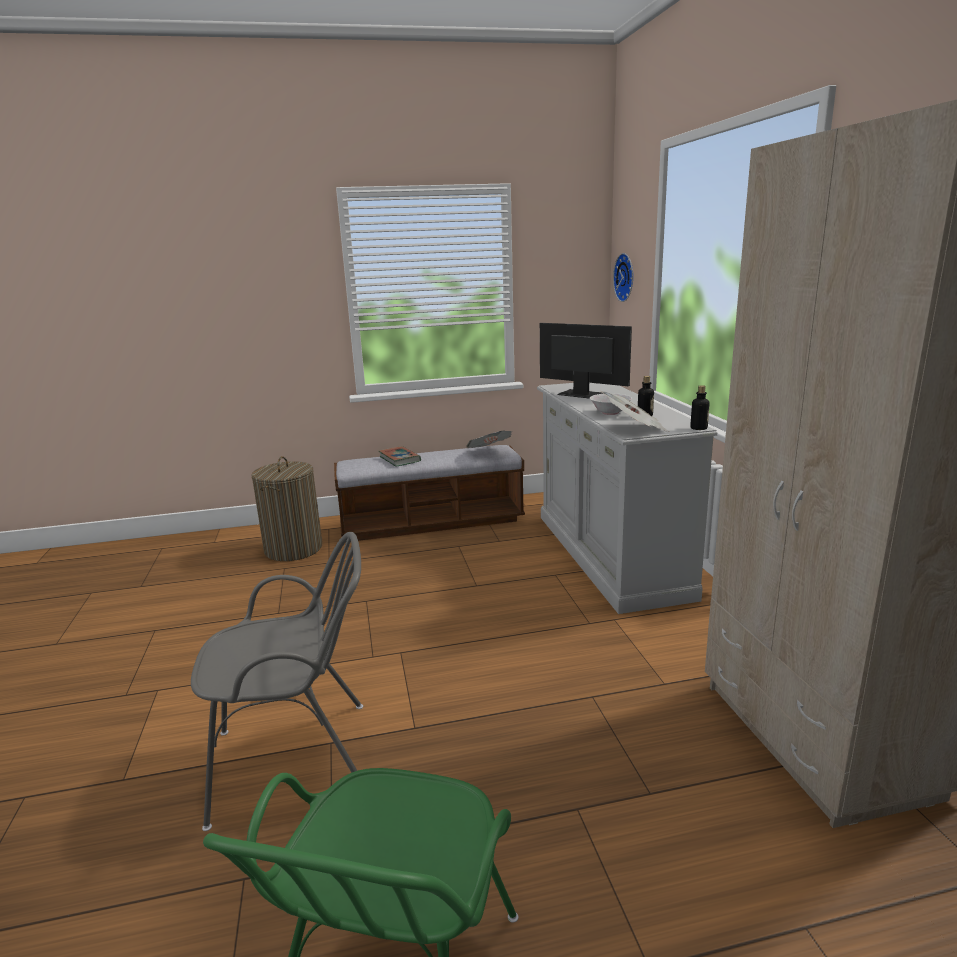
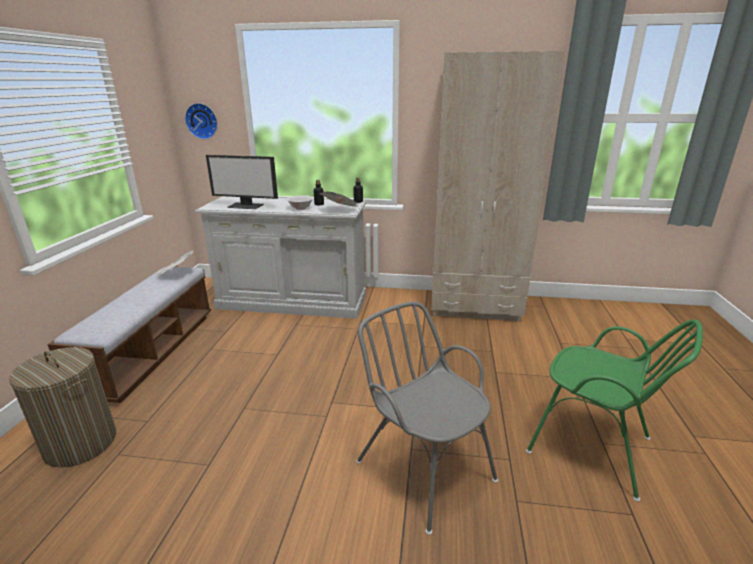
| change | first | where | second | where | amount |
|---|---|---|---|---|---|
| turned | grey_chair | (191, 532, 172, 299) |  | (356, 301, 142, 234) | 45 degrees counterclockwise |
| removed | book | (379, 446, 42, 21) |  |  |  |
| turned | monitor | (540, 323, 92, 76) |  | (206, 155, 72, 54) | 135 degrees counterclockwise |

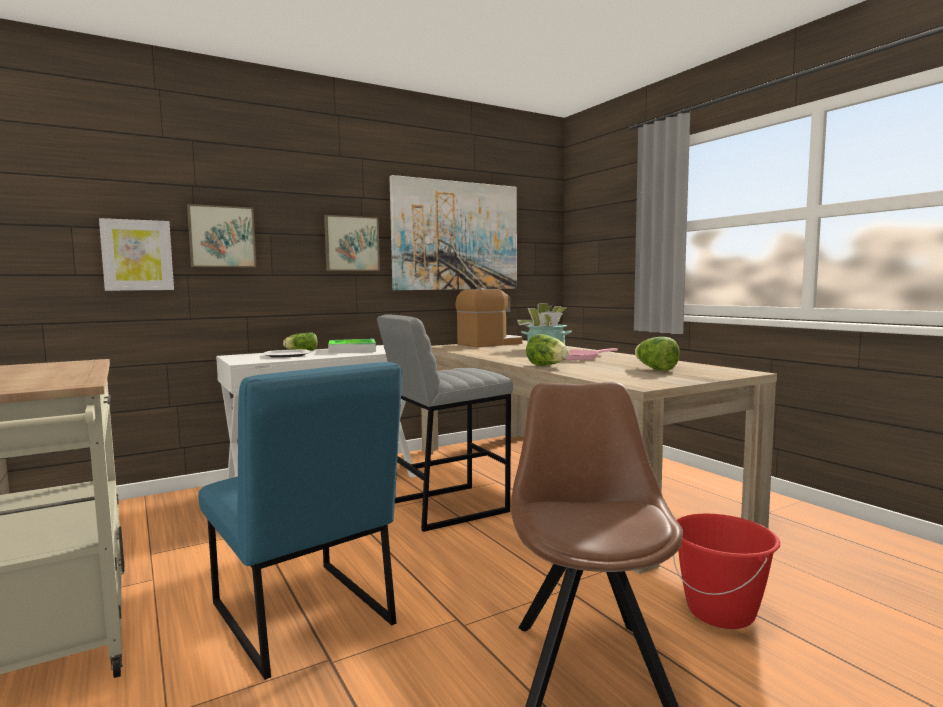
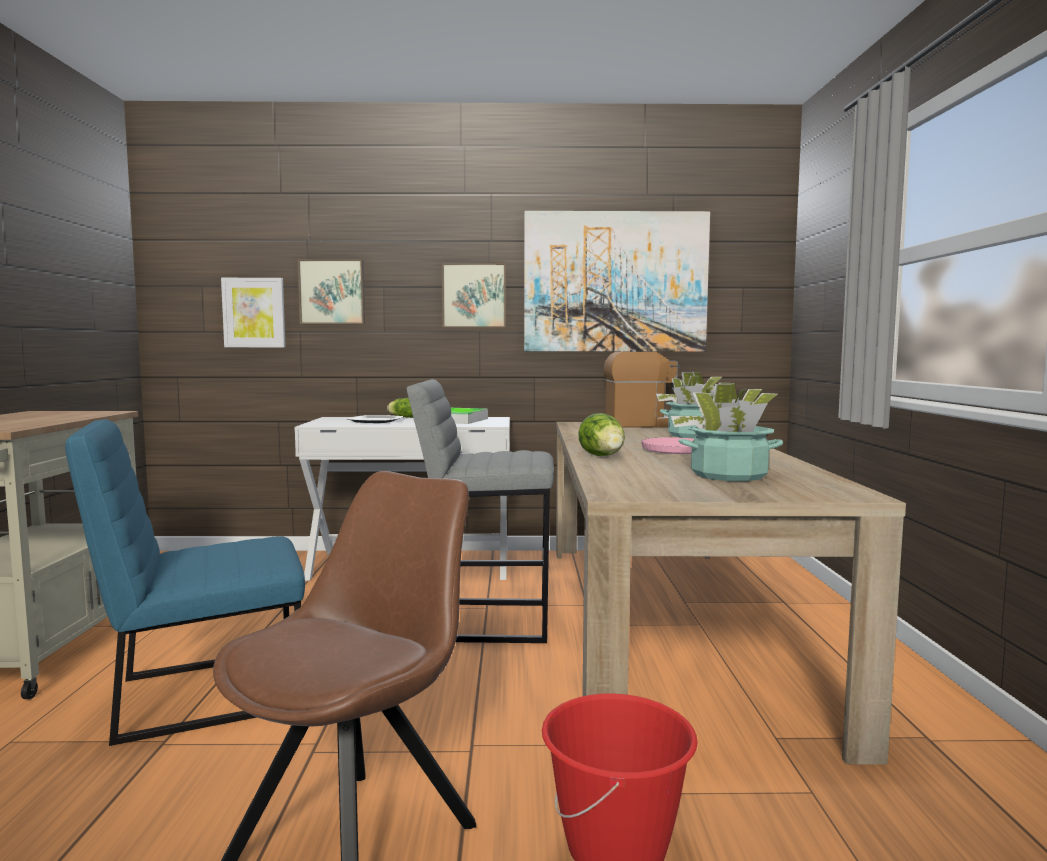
| change | first | where | second | where | amount |
|---|---|---|---|---|---|
| turned | blue_chair | (198, 362, 204, 318) |  | (65, 419, 240, 327) | 75 degrees clockwise |
| replaced | lettuce | (635, 337, 45, 34) | potted_plant | (671, 383, 112, 98) |  |

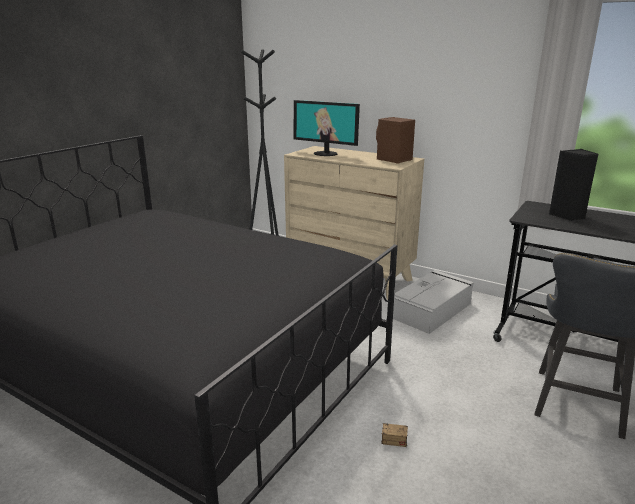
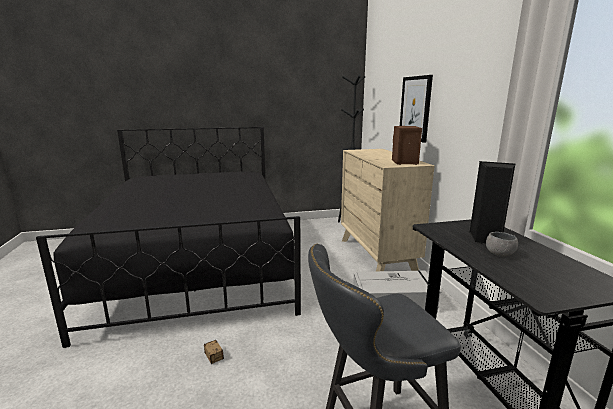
| change | first | where | second | where | amount |
|---|---|---|---|---|---|
| removed | monitor | (294, 100, 66, 56) |  |  |  |
| added |  |  | picture | (400, 75, 33, 68) |  |
| added |  |  | grey_bowl | (486, 232, 32, 25) |  |

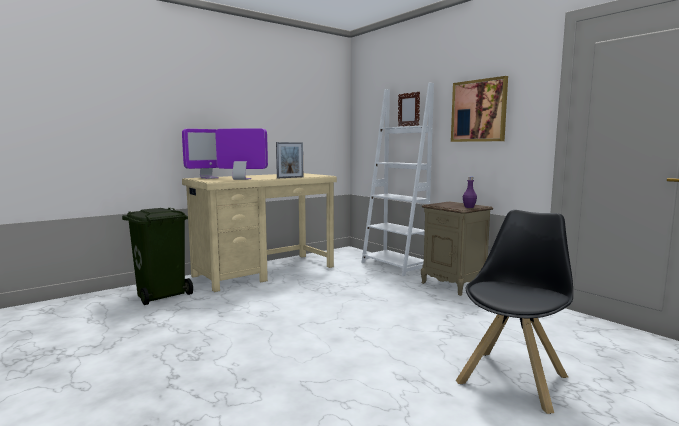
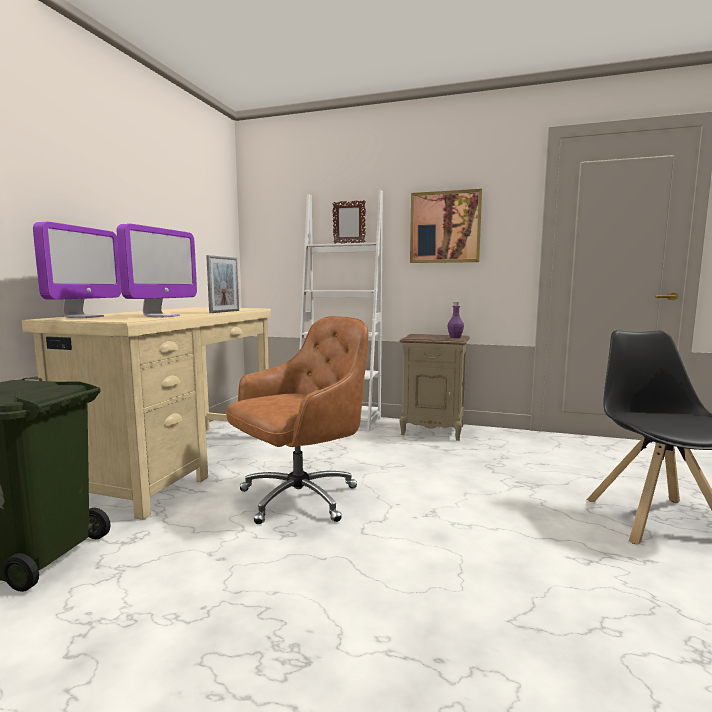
| change | first | where | second | where | amount |
|---|---|---|---|---|---|
| turned | monitor | (215, 128, 53, 52) |  | (117, 223, 80, 94) | 135 degrees clockwise |
| added |  |  | brown_office_chair | (226, 316, 142, 208) |  |

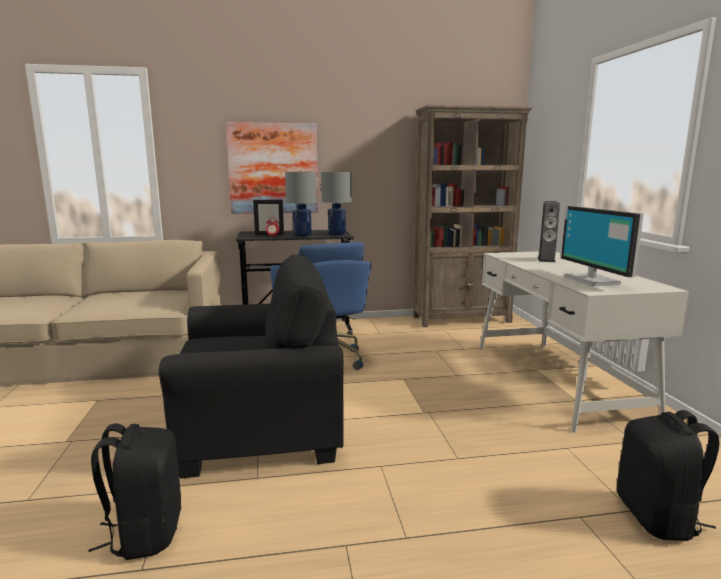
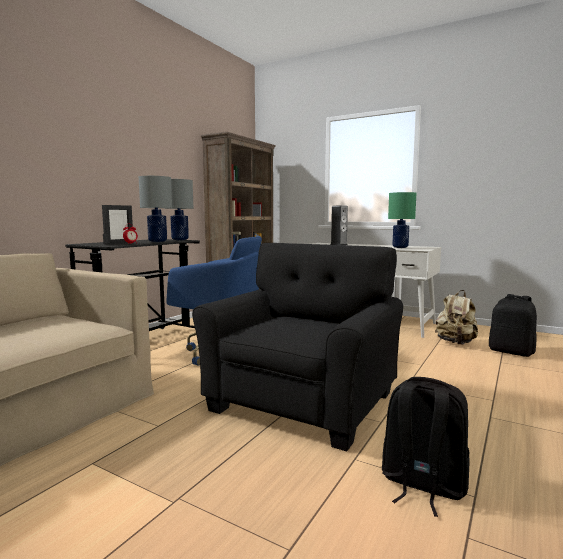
| change | first | where | second | where | amount |
|---|---|---|---|---|---|
| removed | picture | (226, 122, 92, 92) |  |  |  |
| replaced | monitor | (561, 206, 83, 80) | green_table_lamp | (388, 192, 28, 56) |  |
| added |  |  | beige_backpack | (435, 290, 43, 54) |  |

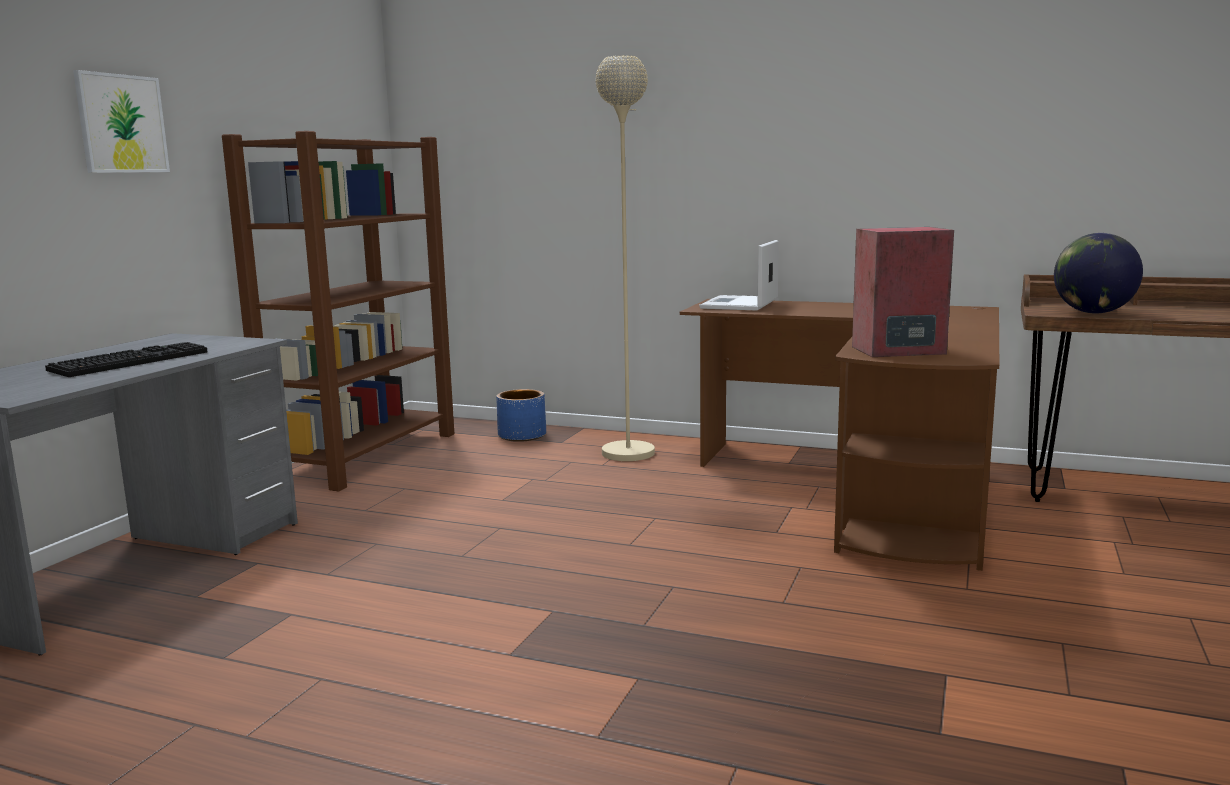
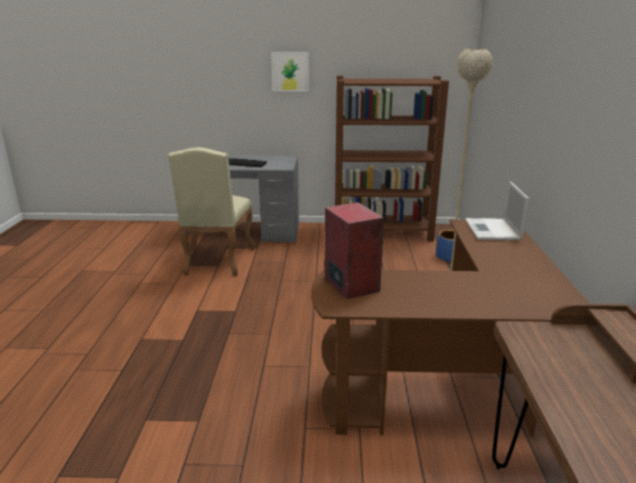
| change | first | where | second | where | amount |
|---|---|---|---|---|---|
| turned | laptop | (699, 240, 80, 71) |  | (465, 182, 64, 58) | 90 degrees counterclockwise |
| removed | globe | (1054, 233, 89, 80) |  |  |  |
| added |  |  | beige_chair | (168, 147, 86, 129) |  |

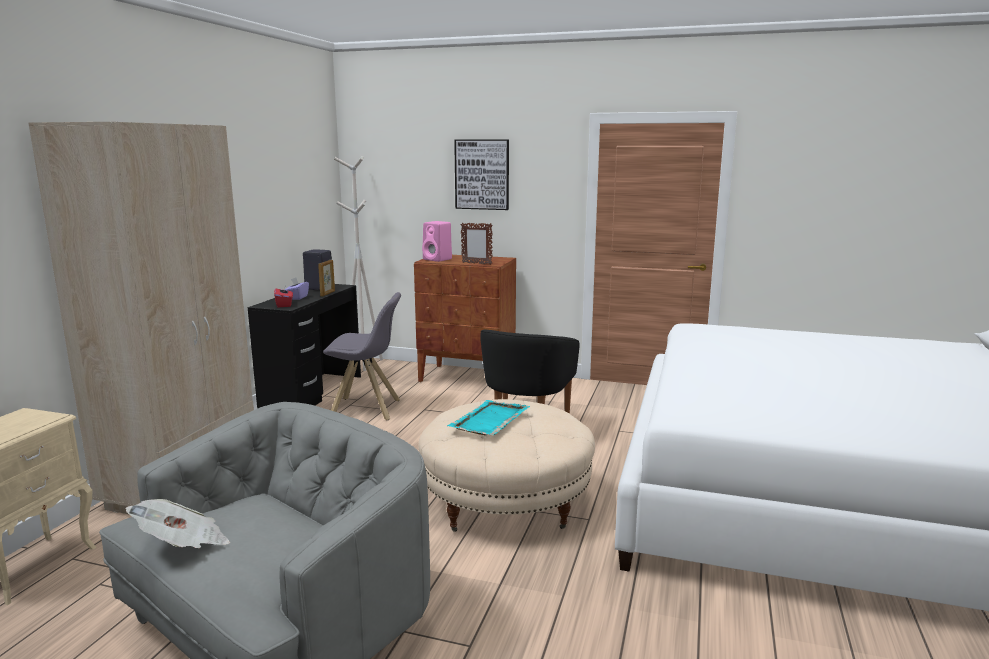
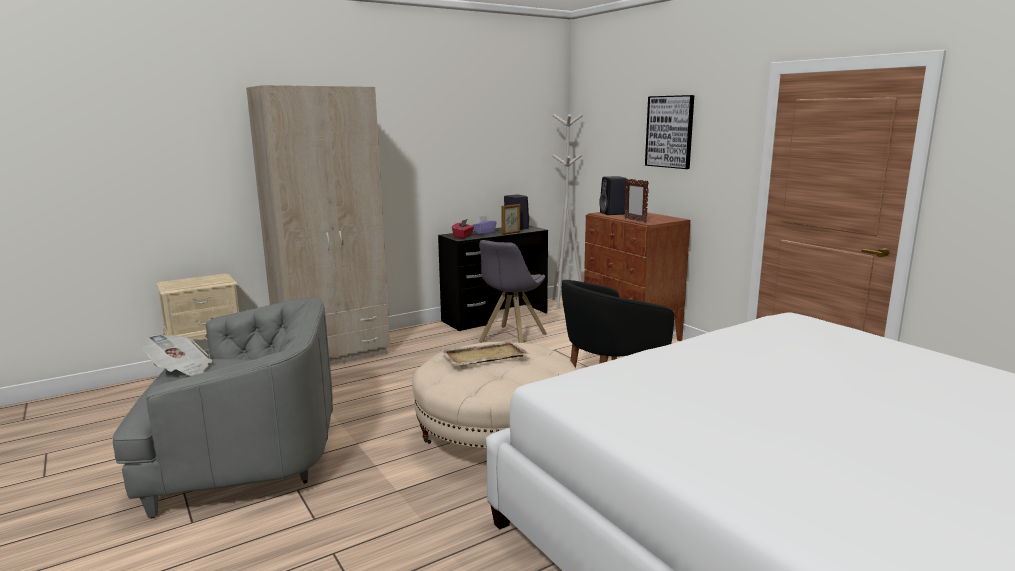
| change | first | where | second | where | amount |
|---|---|---|---|---|---|
| turned | grey_chair | (323, 292, 78, 128) |  | (479, 240, 68, 103) | 75 degrees clockwise |
| recoloured | pink_speaker | (422, 221, 30, 41) | black_speaker | (600, 176, 27, 39) |  |
| recoloured | turquoise_tray | (447, 400, 83, 35) | beige_tray | (441, 340, 88, 26) |  |

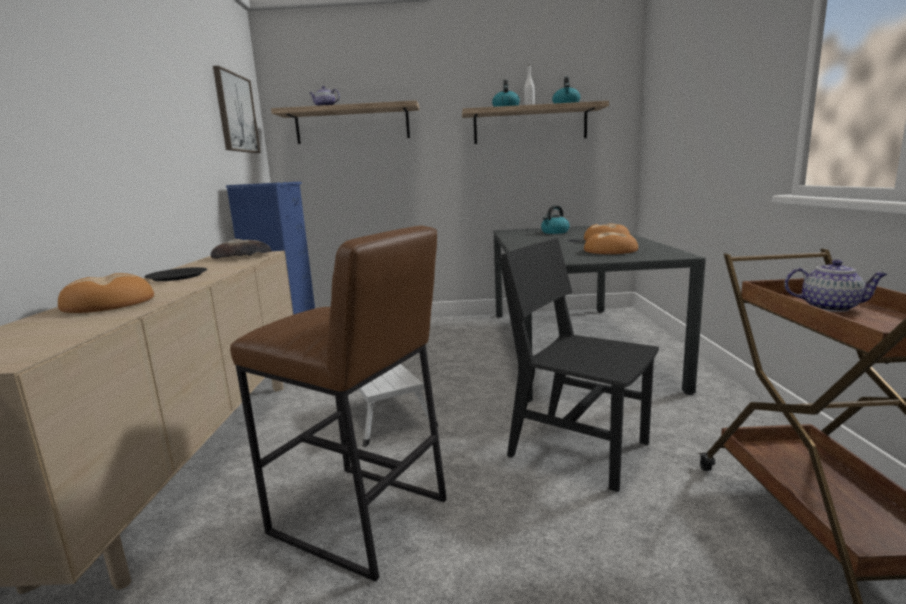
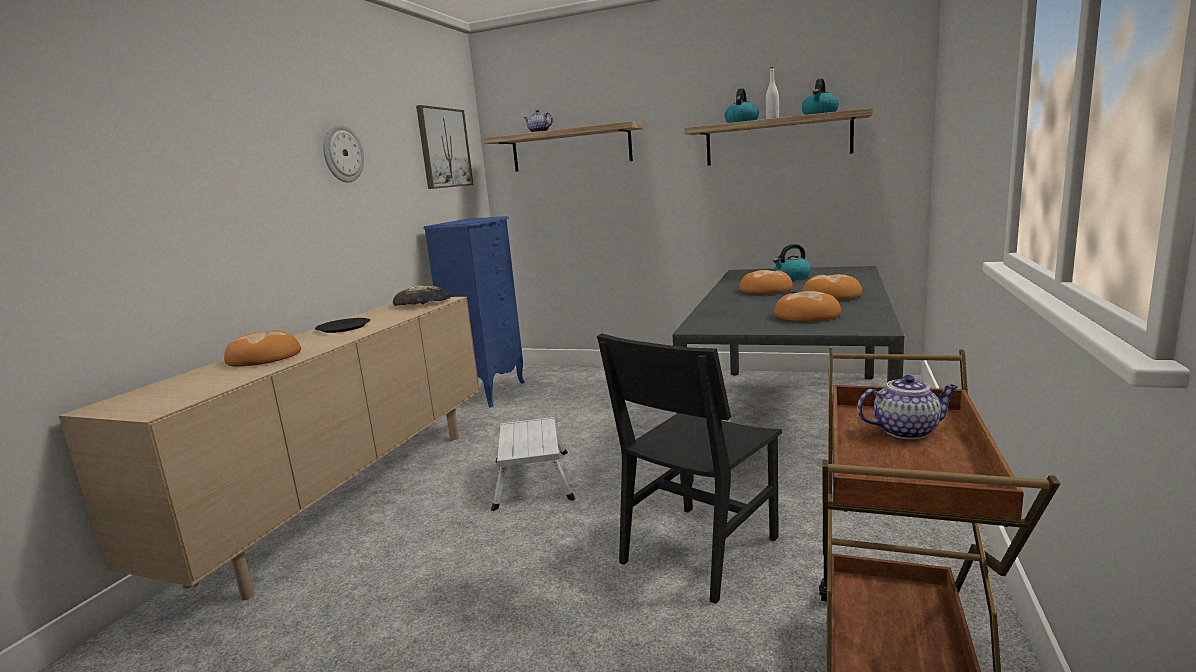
| change | first | where | second | where | amount |
|---|---|---|---|---|---|
| removed | brown_stool | (230, 226, 216, 356) |  |  |  |
| turned | black_chair | (499, 238, 160, 254) |  | (597, 333, 185, 271) | 105 degrees counterclockwise |
| turned | teapot | (784, 259, 104, 53) |  | (857, 375, 101, 64) | 45 degrees counterclockwise |
| added |  |  | wall_clock | (323, 124, 41, 59) |  |
| added |  |  | bread | (739, 270, 54, 24) |  |

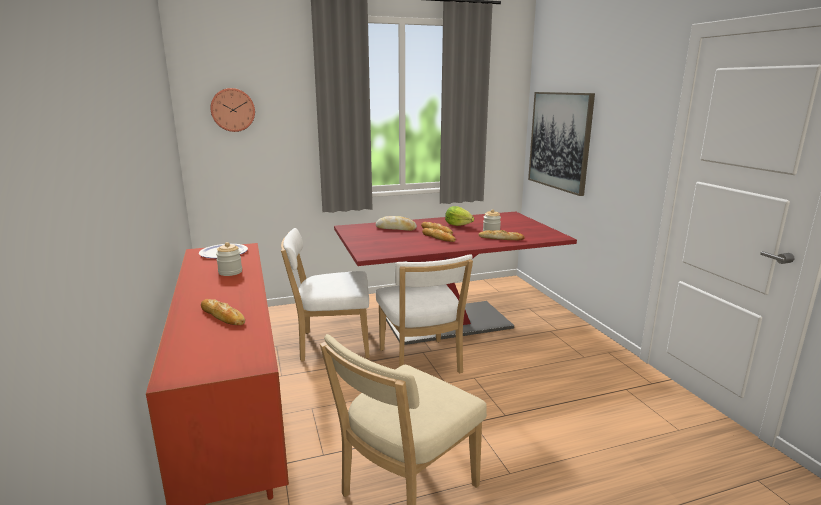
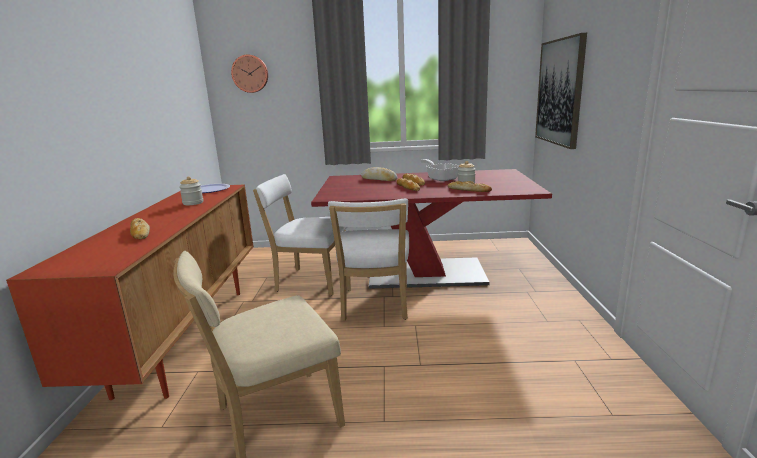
| change | first | where | second | where | amount |
|---|---|---|---|---|---|
| replaced | lettuce | (445, 206, 29, 20) | frying_pan | (421, 159, 38, 22) |  |

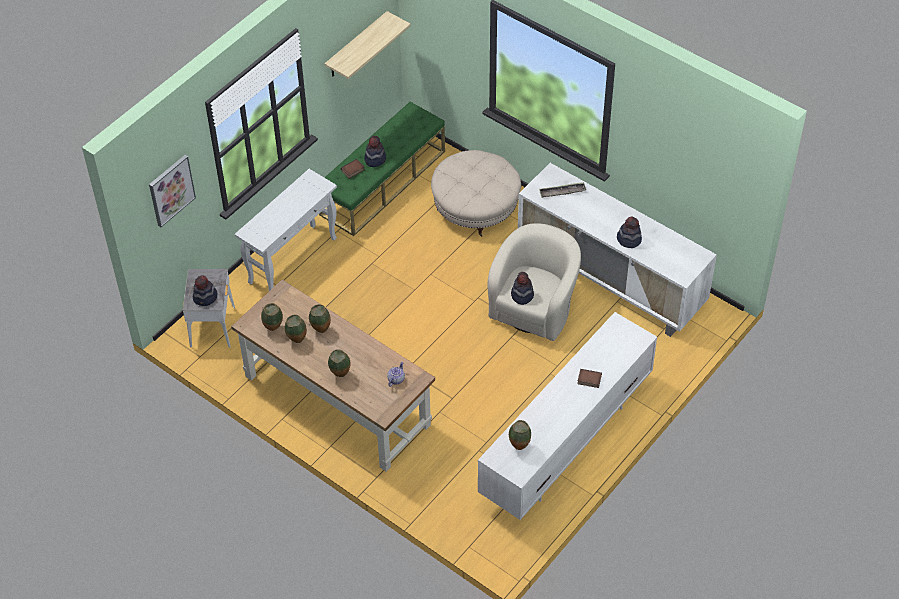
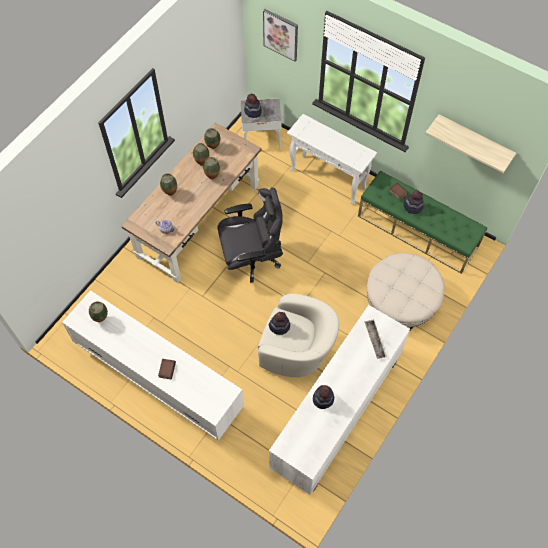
| change | first | where | second | where | amount |
|---|---|---|---|---|---|
| added |  |  | black_office_chair | (217, 187, 66, 96) |  |

